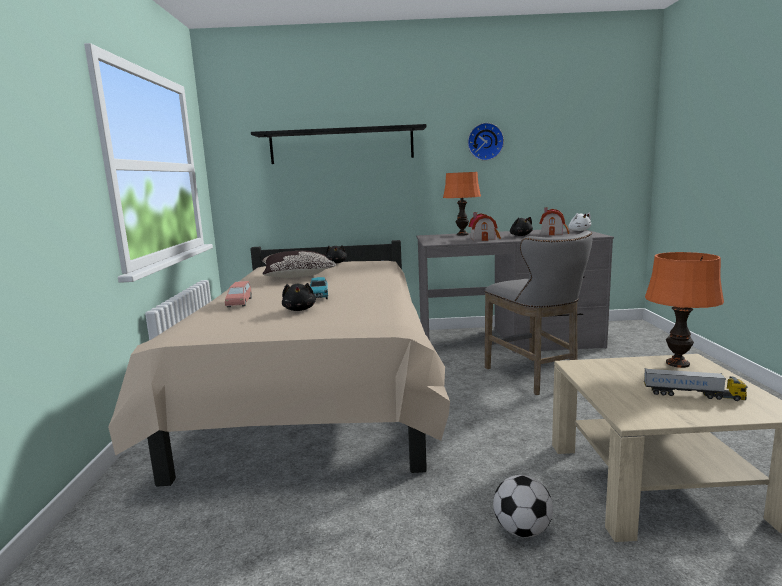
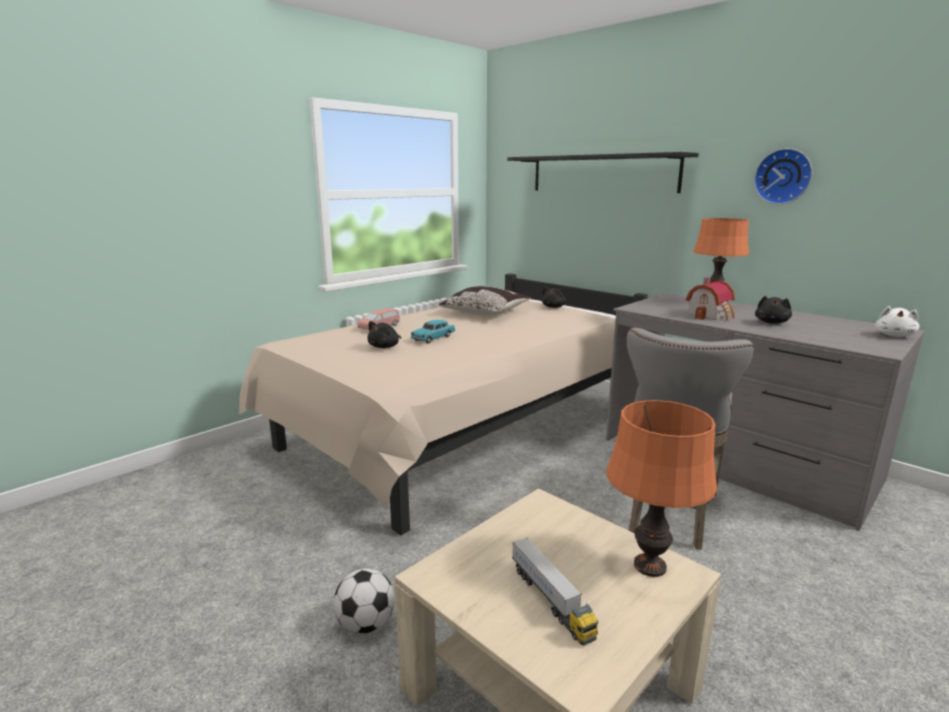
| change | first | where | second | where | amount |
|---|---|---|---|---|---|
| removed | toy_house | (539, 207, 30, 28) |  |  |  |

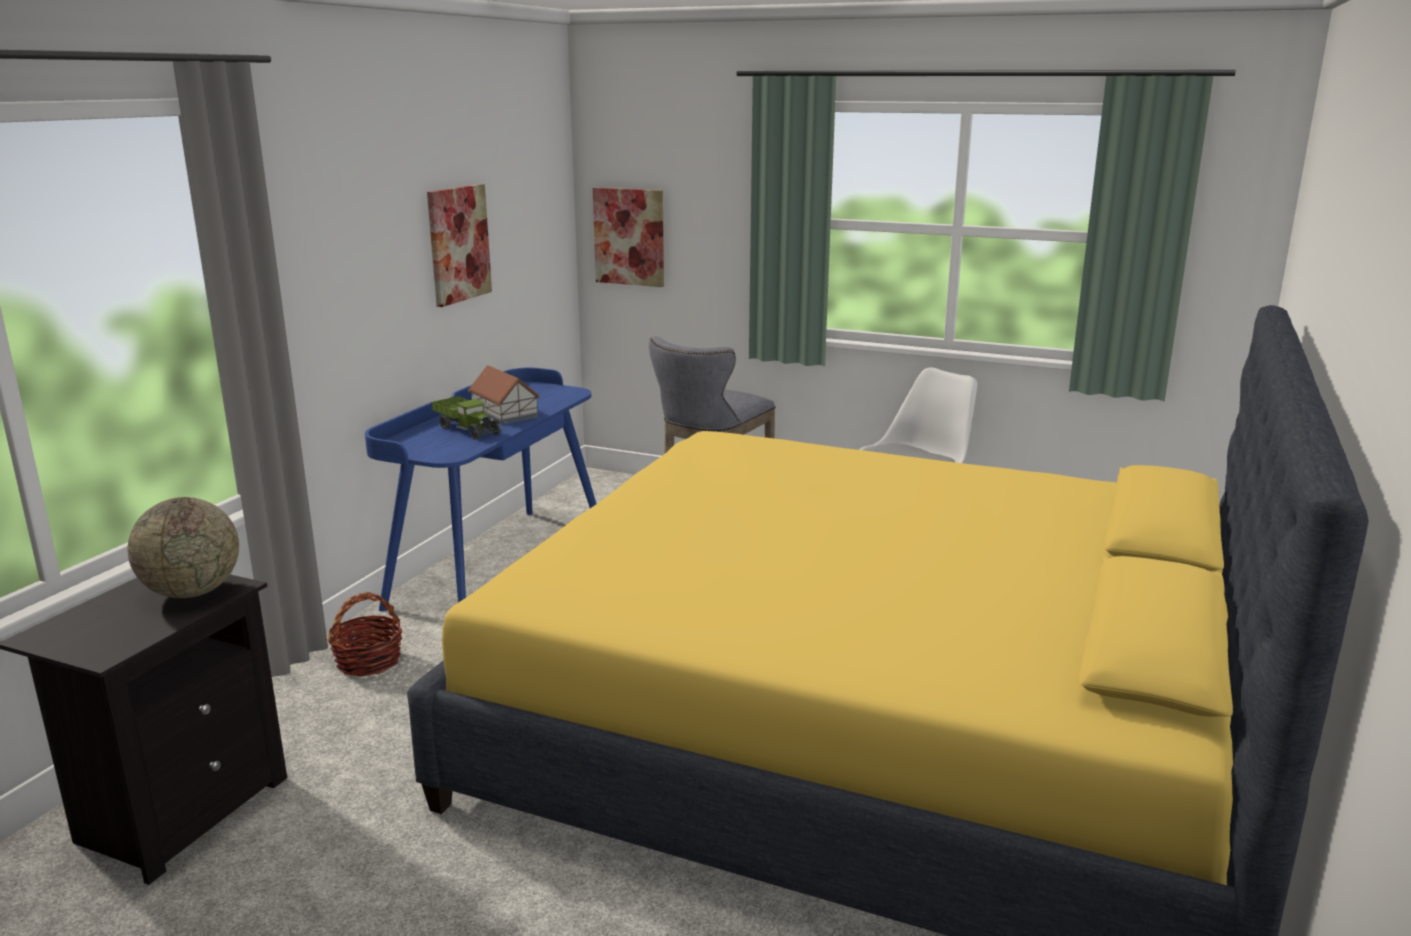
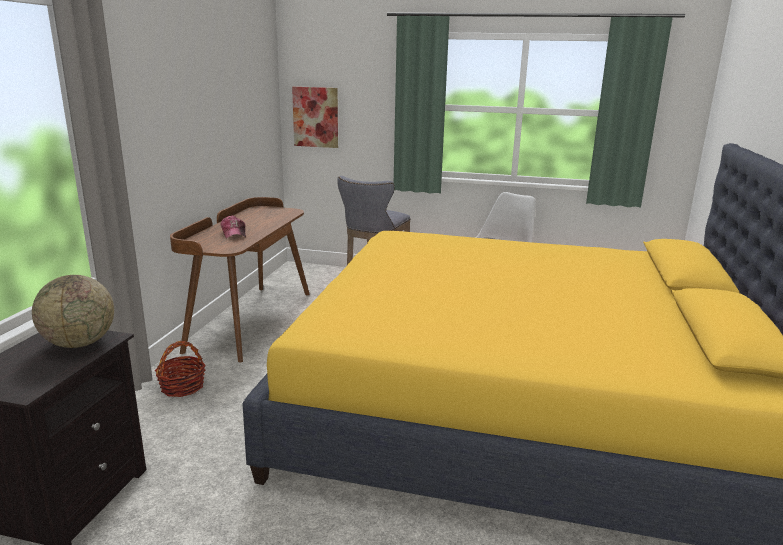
| change | first | where | second | where | amount |
|---|---|---|---|---|---|
| recoloured | blue_desk | (365, 368, 231, 243) | brown_desk | (170, 197, 140, 165) |  |
| removed | picture | (427, 184, 65, 123) |  |  |  |
| replaced | toy_truck | (431, 396, 70, 44) | cap | (221, 215, 25, 24) |  |
| removed | toy_house | (468, 365, 72, 60) |  |  |  |

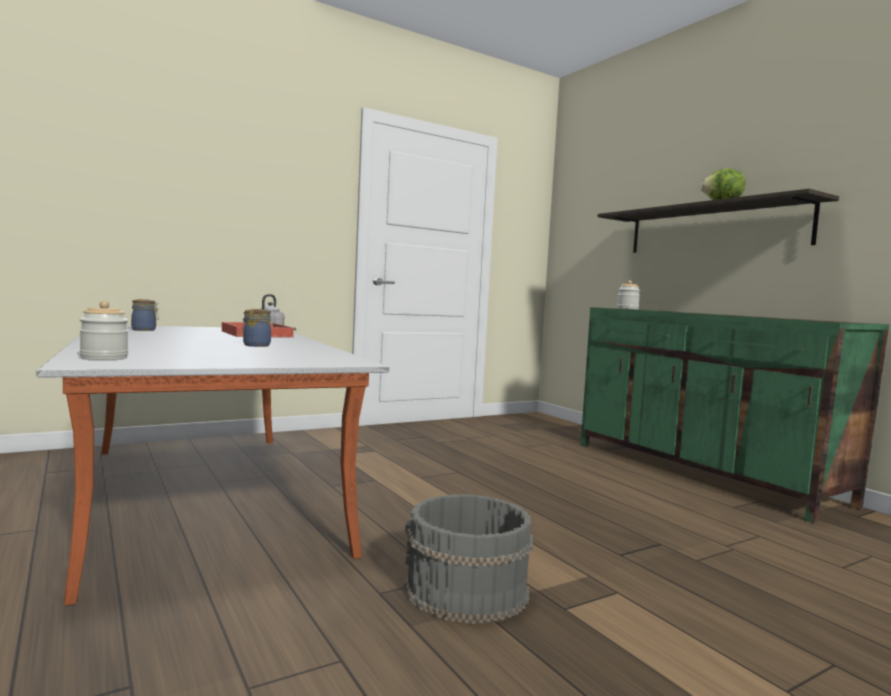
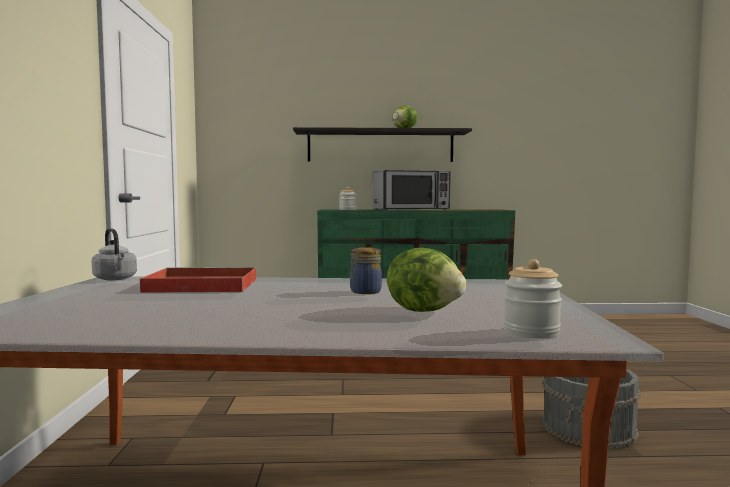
| change | first | where | second | where | amount |
|---|---|---|---|---|---|
| removed | jar | (131, 299, 28, 32) |  |  |  |
| added |  |  | microwave | (373, 170, 78, 40) |  |
| added |  |  | lettuce | (387, 248, 80, 64) |  |

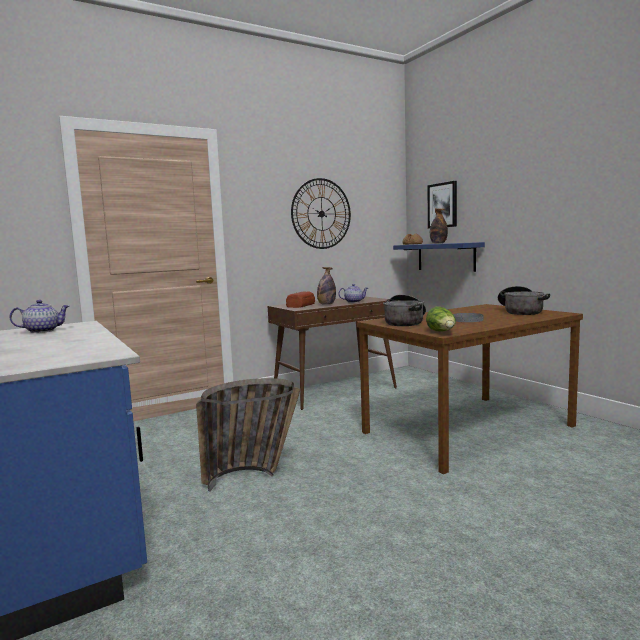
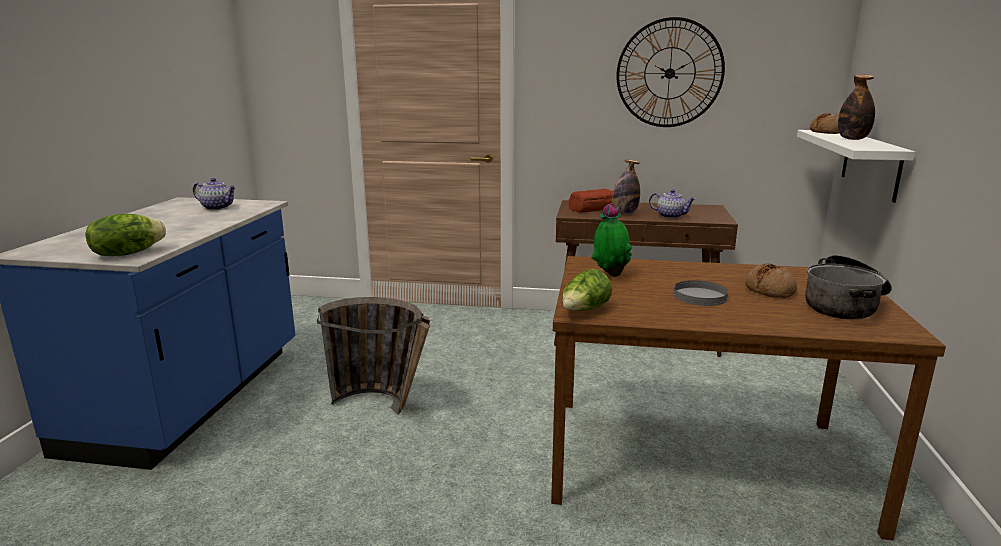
| change | first | where | second | where | amount |
|---|---|---|---|---|---|
| replaced | cooking_pot | (383, 294, 43, 32) | potted_plant | (591, 203, 41, 74) |  |
| recoloured | blue_shelf | (393, 242, 92, 30) | white_shelf | (797, 130, 118, 73) |  |
| removed | picture | (428, 181, 29, 47) |  |  |  |
| added |  |  | lettuce | (85, 214, 81, 42) |  |
| added |  |  | bread | (745, 263, 52, 35) |  |

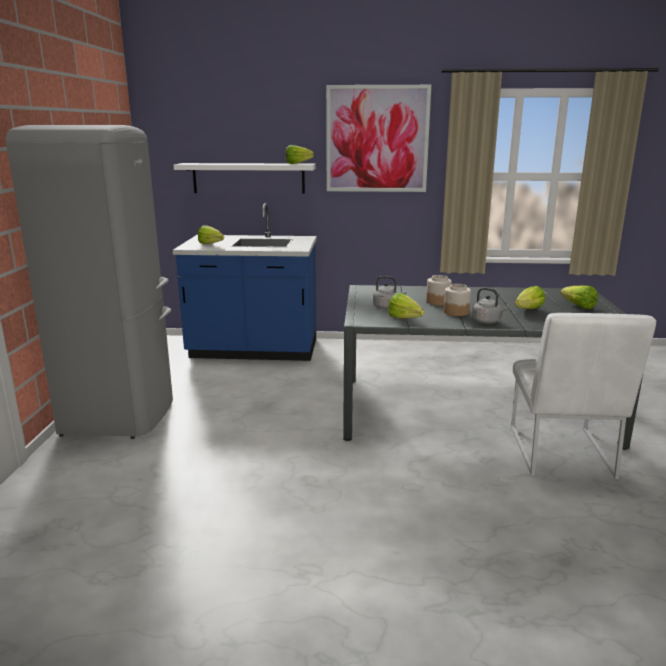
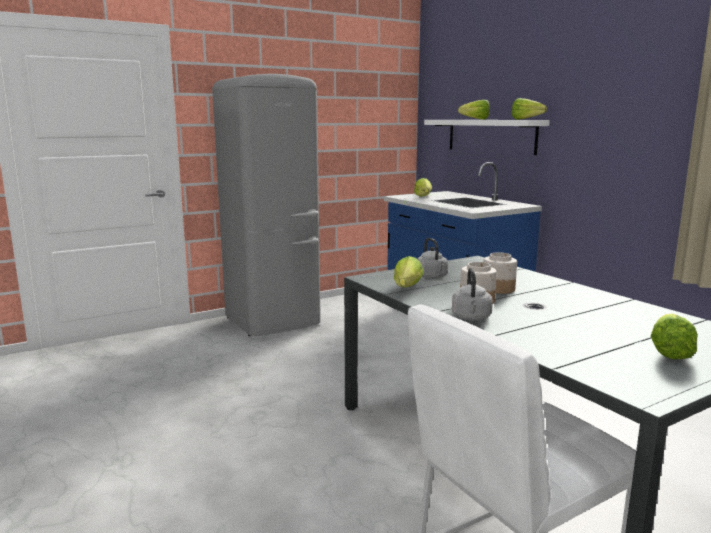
| change | first | where | second | where | amount |
|---|---|---|---|---|---|
| removed | picture | (326, 85, 105, 107) |  |  |  |
| moved | lettuce | (515, 286, 30, 23) |  | (458, 100, 32, 20) |  |

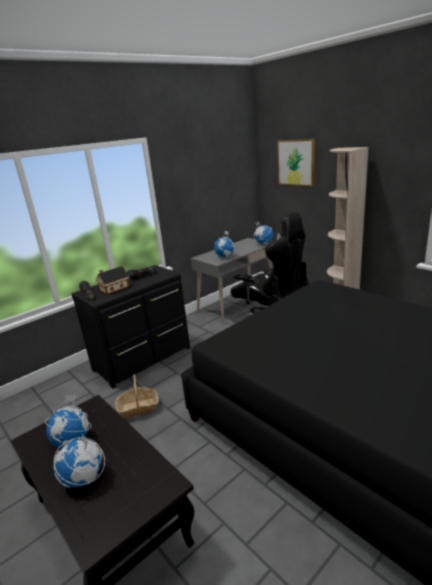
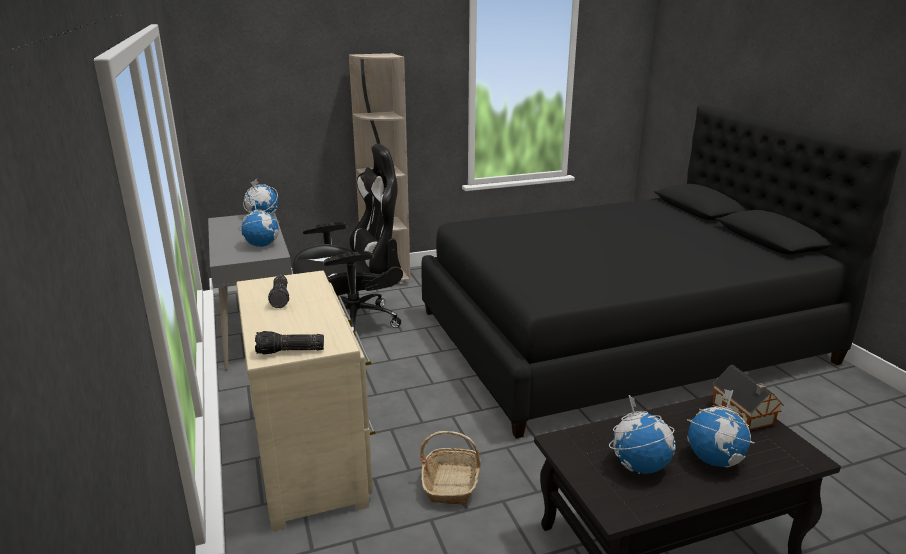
| change | first | where | second | where | amount |
|---|---|---|---|---|---|
| recoloured | black_dresser | (72, 265, 118, 123) | beige_dresser | (236, 270, 140, 261) |  |
| moved | toy_house | (96, 266, 33, 28) |  | (712, 365, 72, 65) |  |
| removed | picture | (277, 139, 38, 48) |  |  |  |

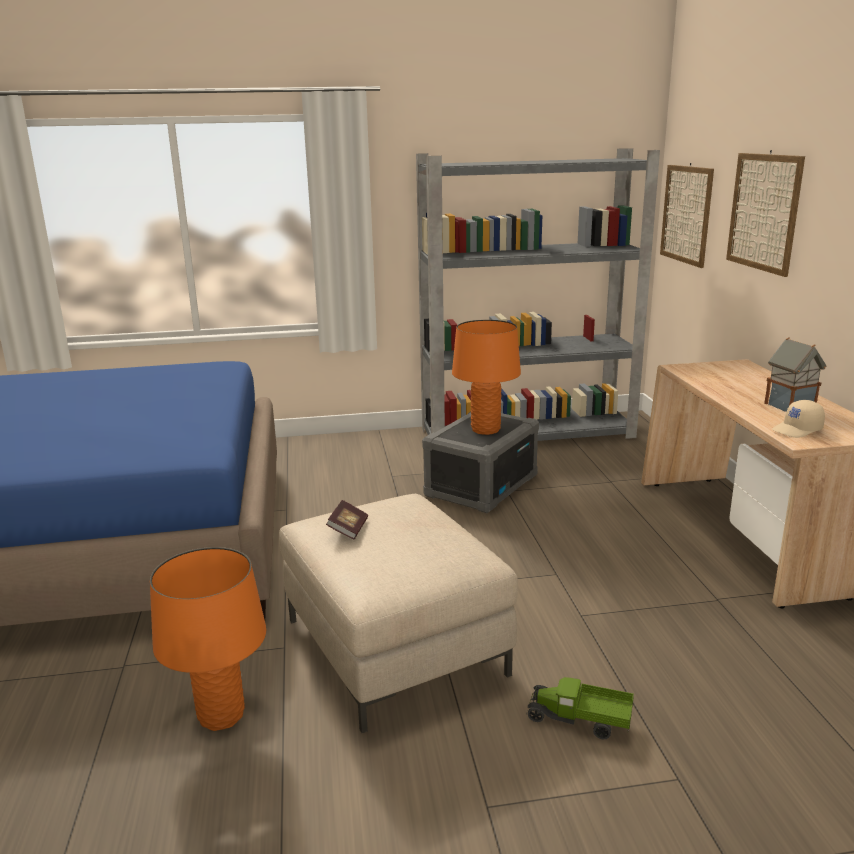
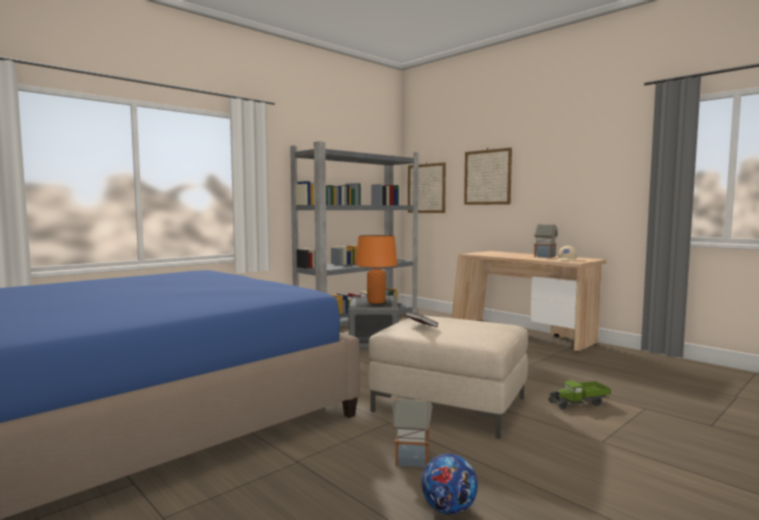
| change | first | where | second | where | amount |
|---|---|---|---|---|---|
| replaced | orange_table_lamp | (150, 547, 116, 184) | toy_house | (392, 398, 41, 69) |  |
| added |  |  | football | (421, 454, 57, 61) |  |

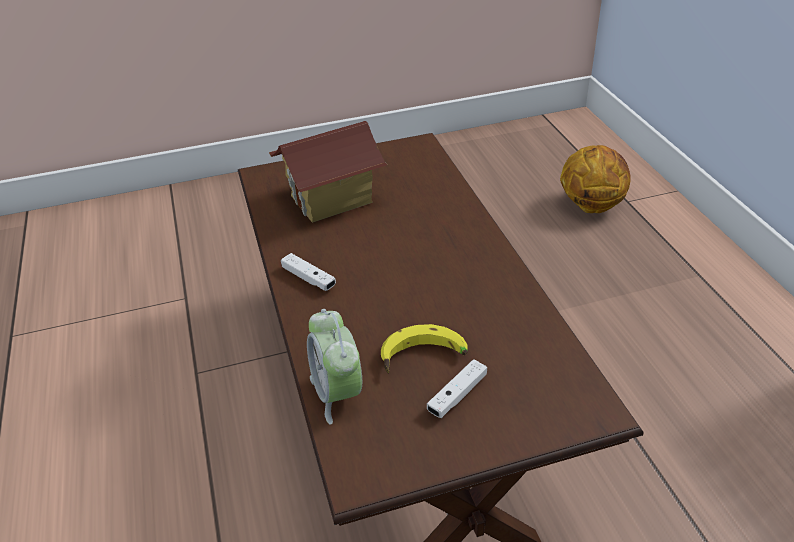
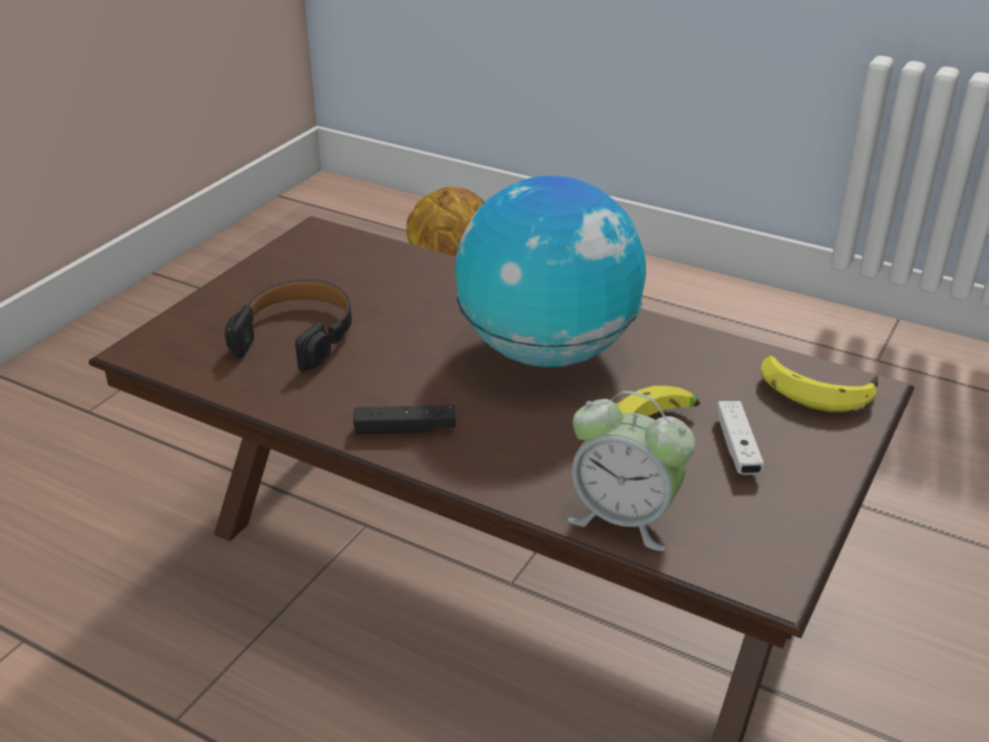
| change | first | where | second | where | amount |
|---|---|---|---|---|---|
| replaced | toy_house | (269, 121, 119, 102) | black_headphones | (225, 279, 127, 92) |  |
| recoloured | white_game_controller | (281, 253, 55, 38) | black_game_controller | (353, 405, 102, 29) |  |
| added |  |  | globe | (455, 176, 191, 191) |  |
| added |  |  | banana | (761, 355, 117, 57) |  |

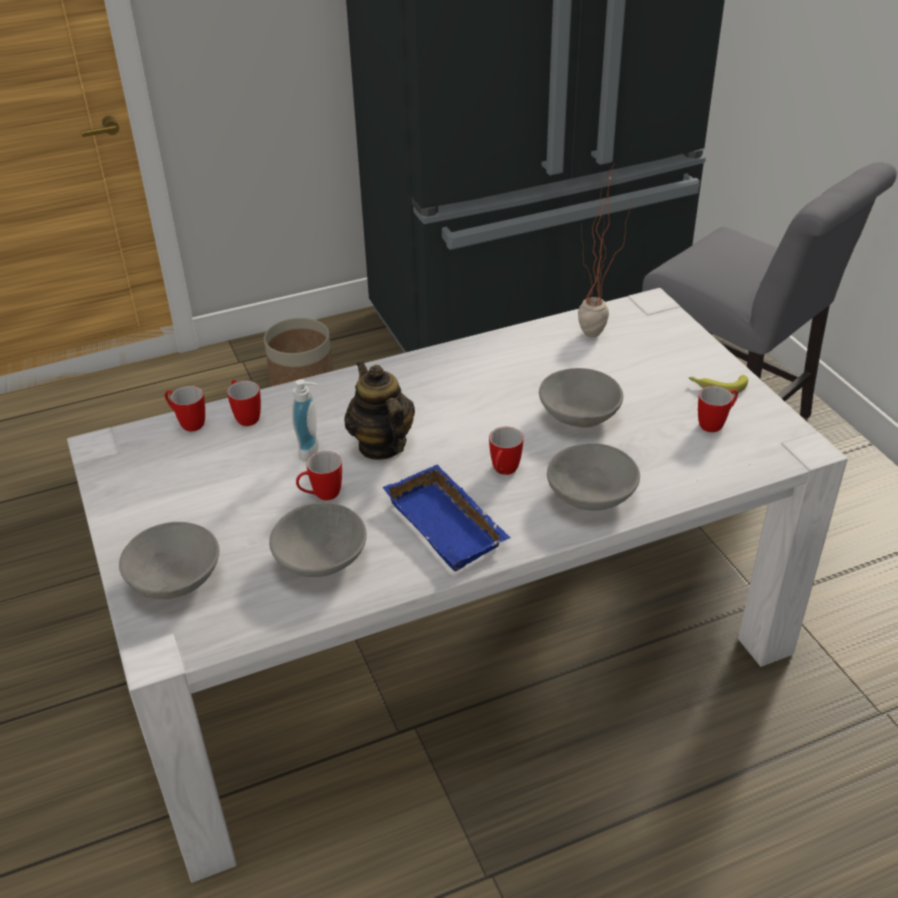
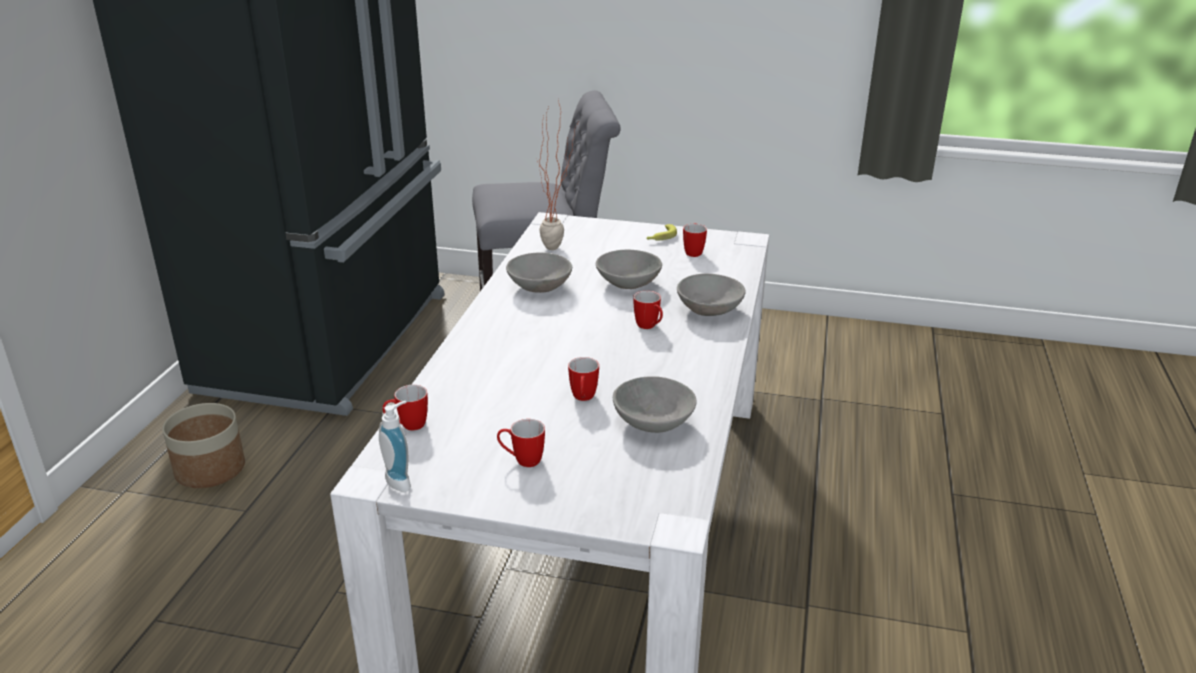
| change | first | where | second | where | amount |
|---|---|---|---|---|---|
| moved | grey_bowl | (119, 522, 100, 77) |  | (506, 252, 66, 41) |  |
| moved | mug | (227, 380, 34, 46) |  | (497, 419, 48, 48) |  |
| moved | soap_dispenser | (292, 379, 27, 83) |  | (379, 401, 32, 91) |  |
| removed | teapot | (344, 361, 71, 99) |  |  |  |
| removed | blue_tray | (383, 464, 127, 107) |  |  |  |

